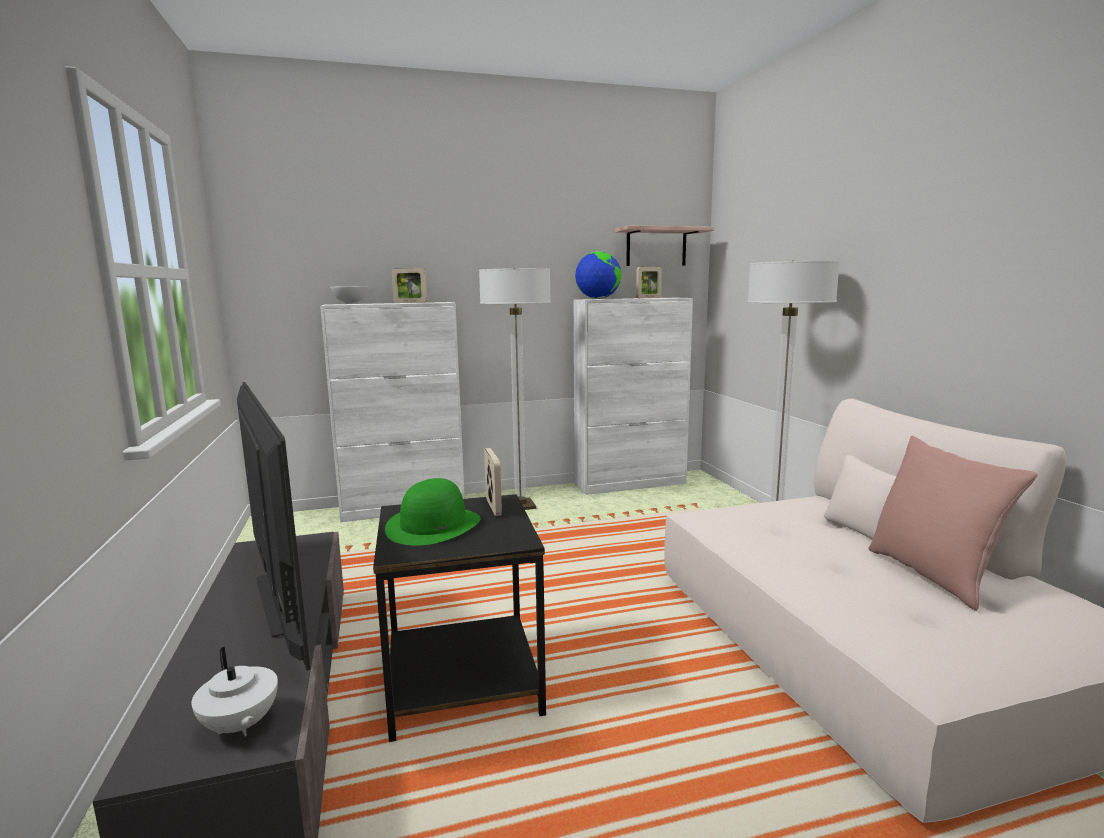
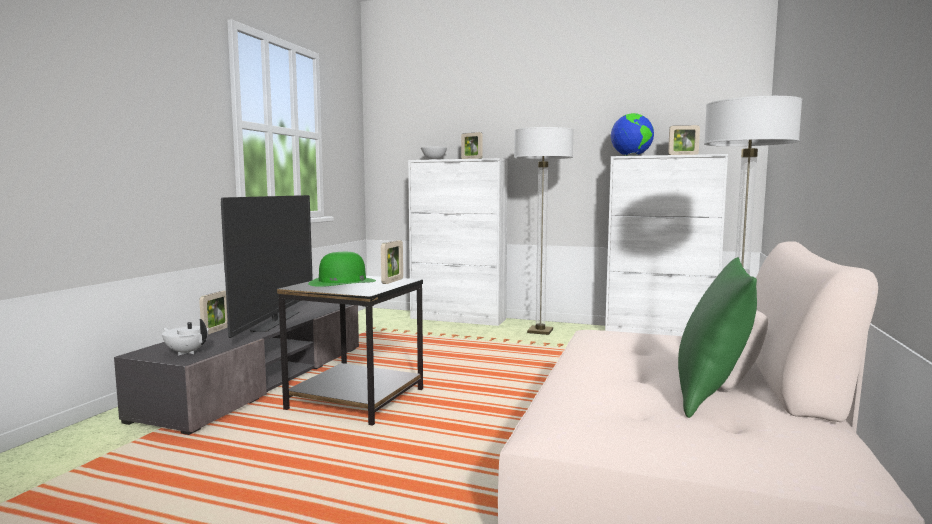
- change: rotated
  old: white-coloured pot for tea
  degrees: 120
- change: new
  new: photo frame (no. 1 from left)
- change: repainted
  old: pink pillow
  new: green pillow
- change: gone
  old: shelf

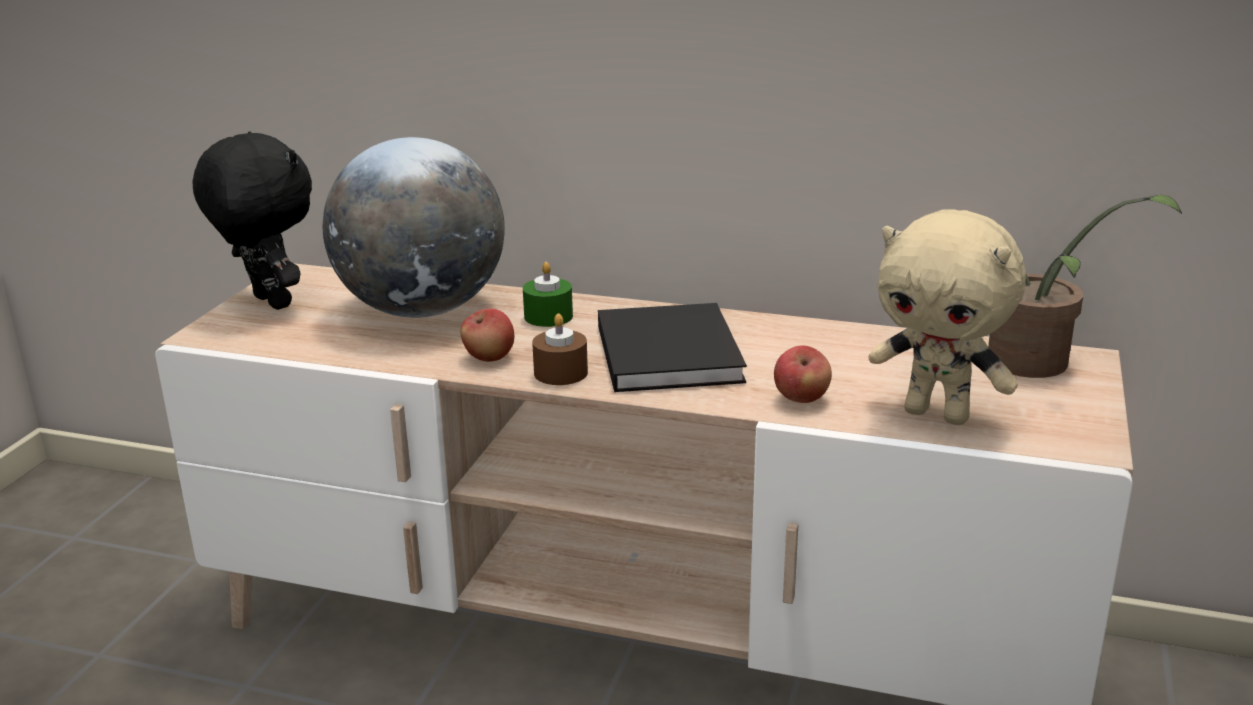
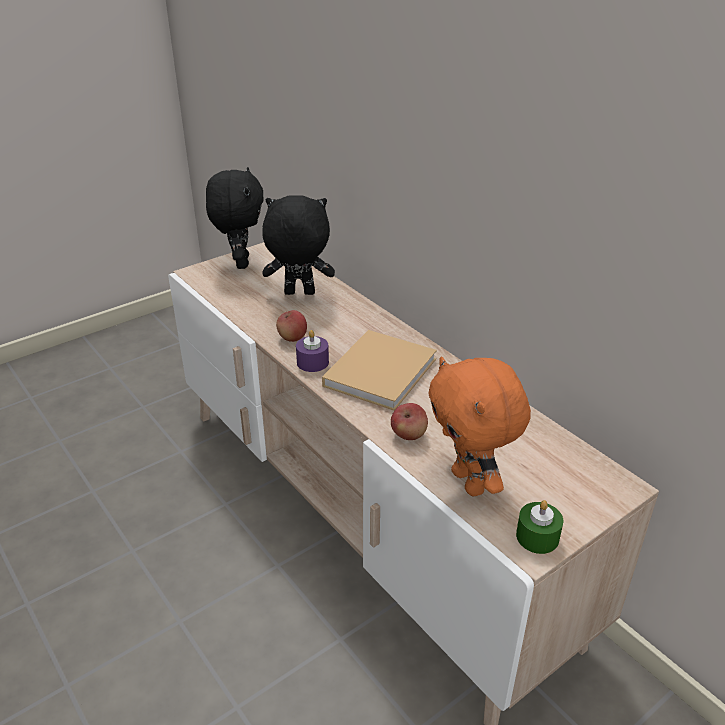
- change: swapped
  old: desk globe
  new: black soft toy (no. 2 from left)
- change: repainted
  old: brown wax candle
  new: purple wax candle
- change: repainted
  old: black book
  new: beige-coloured book
- change: repainted
  old: beige-coloured soft toy
  new: orange-coloured soft toy
- change: shifted
  old: green wax candle
- change: gone
  old: potted plant

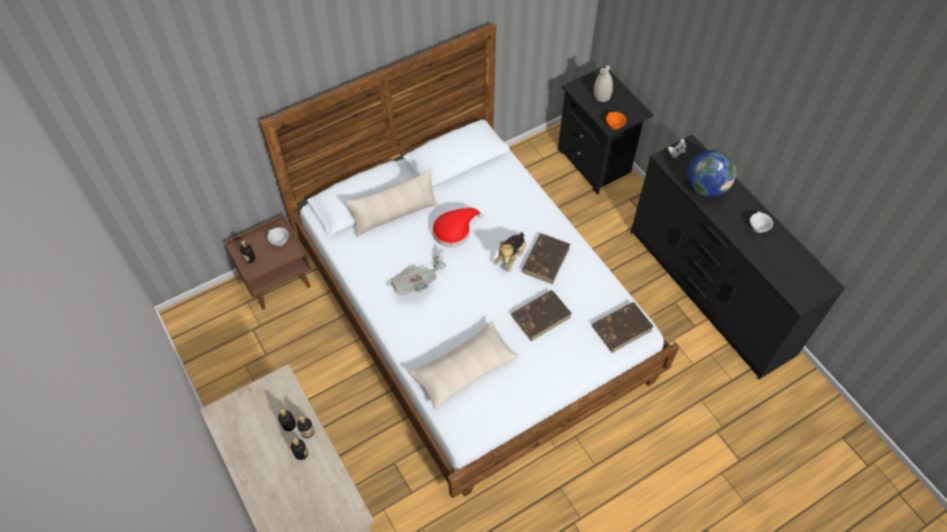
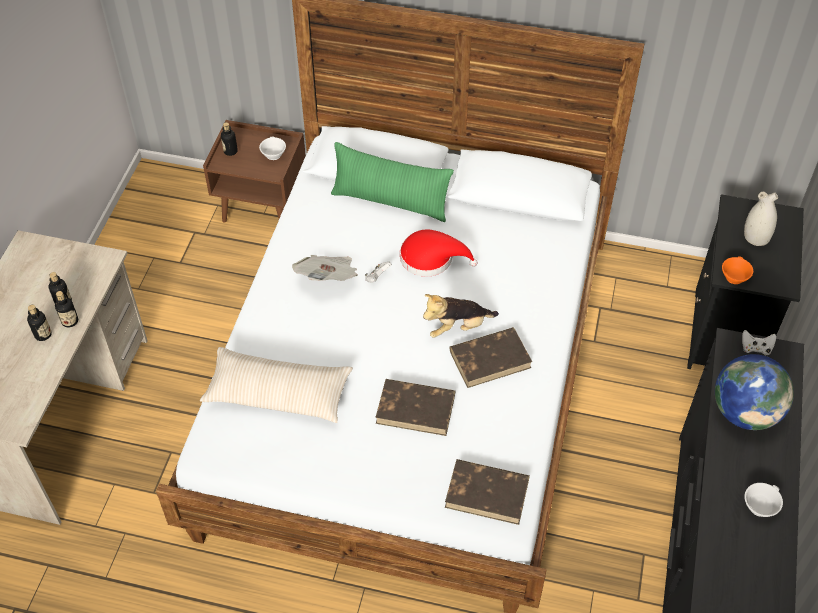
- change: repainted
  old: beige-coloured pillow (no. 1 from left)
  new: green pillow

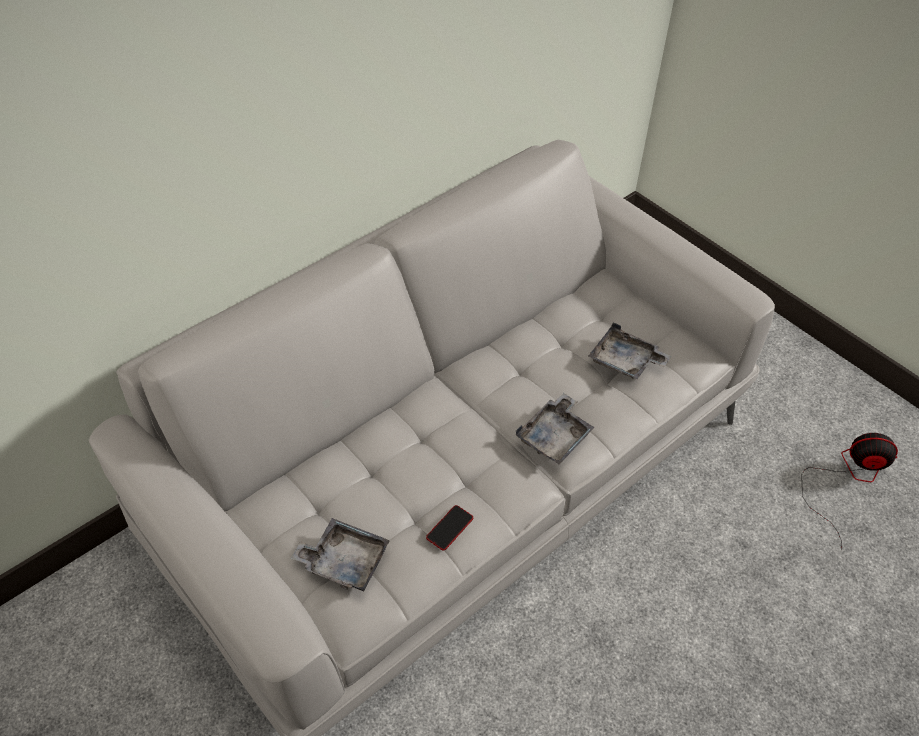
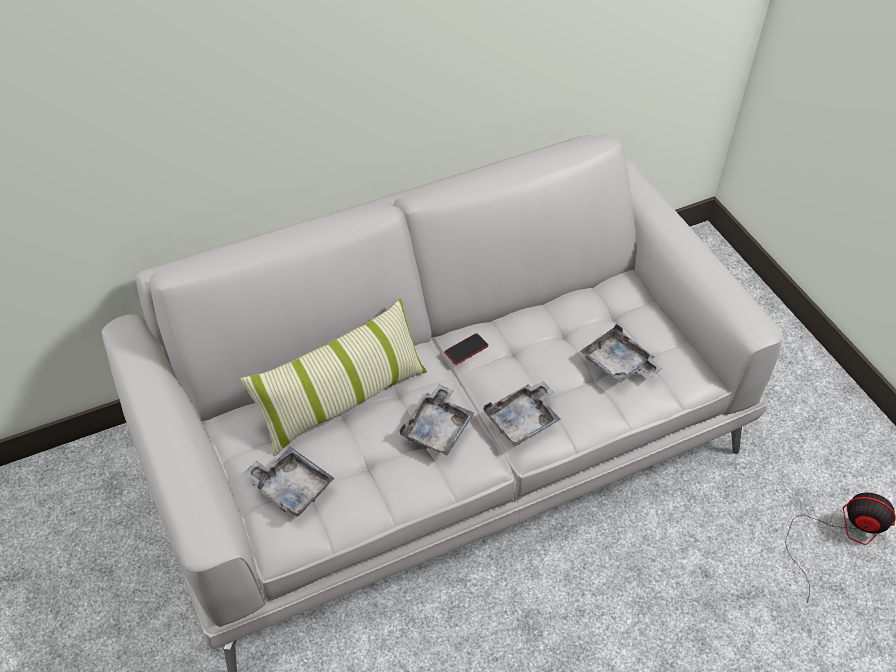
- change: new
  new: pillow
- change: new
  new: grey tray (no. 2 from left)
- change: shifted
  old: handset

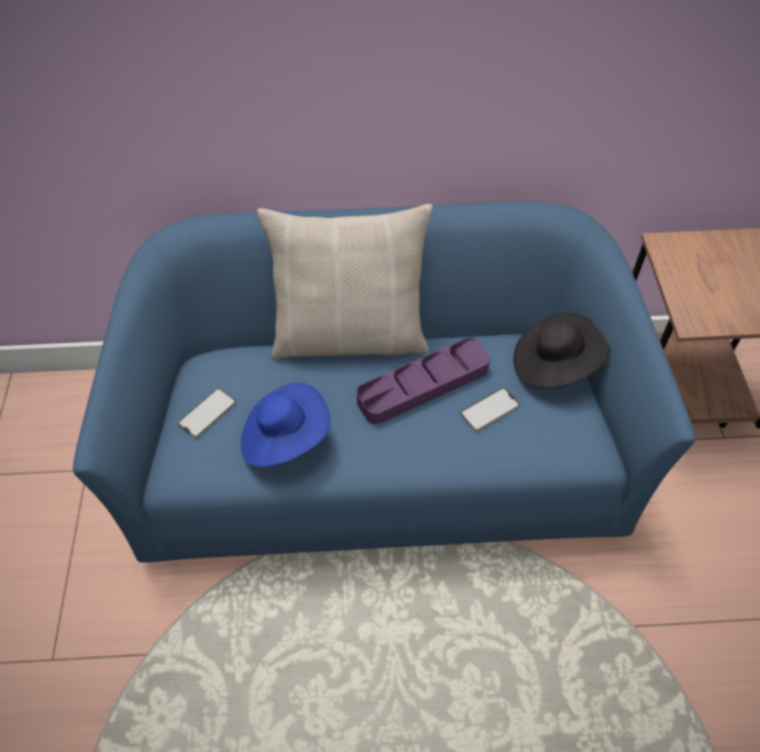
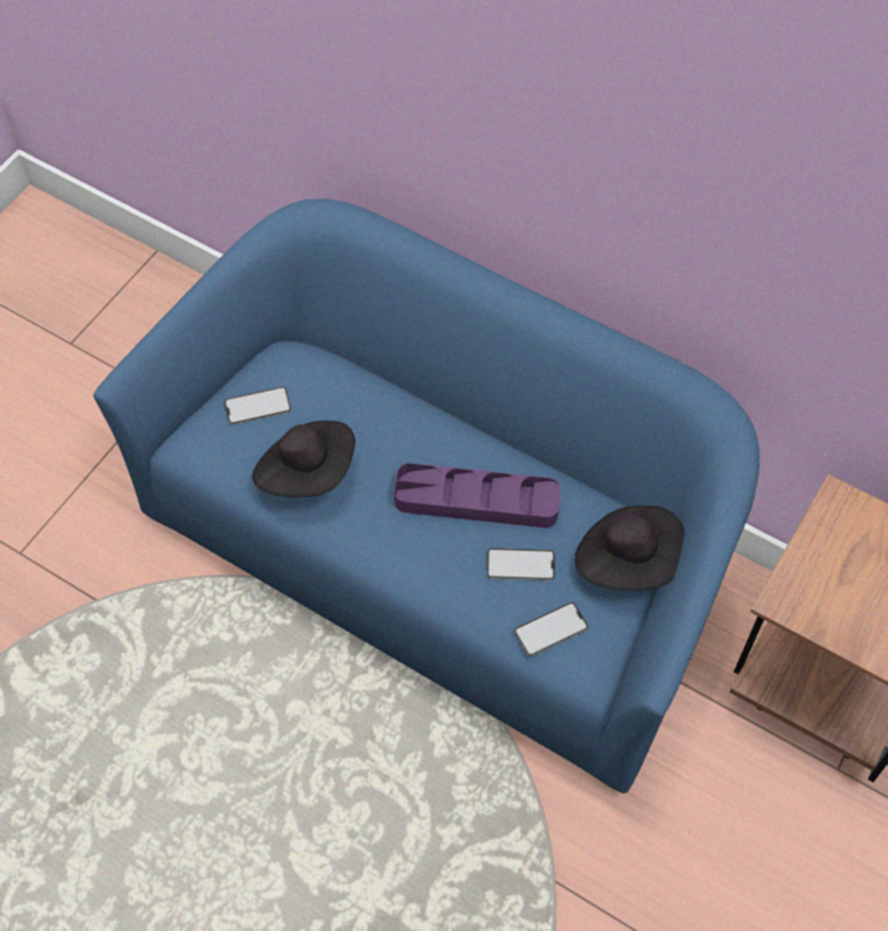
- change: repainted
  old: blue-coloured clothing hat
  new: black clothing hat (no. 1 from left)
- change: new
  new: handset (no. 3 from left)
- change: gone
  old: beige-coloured pillow

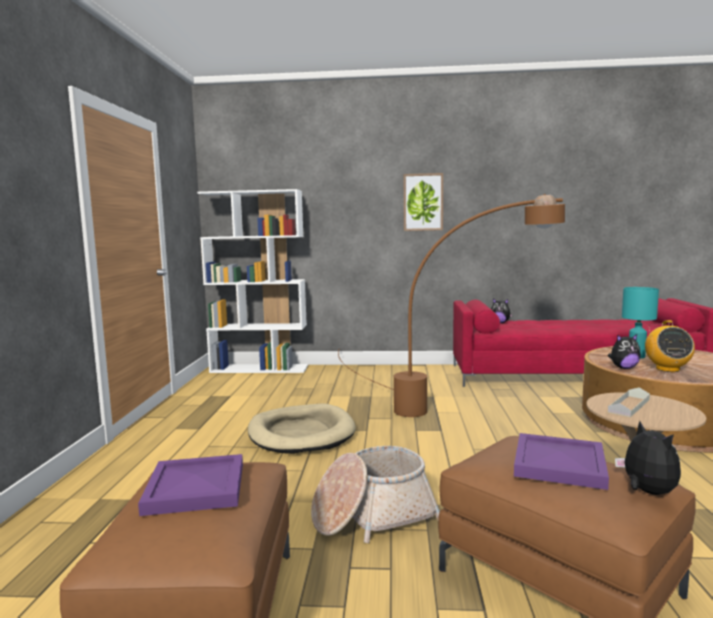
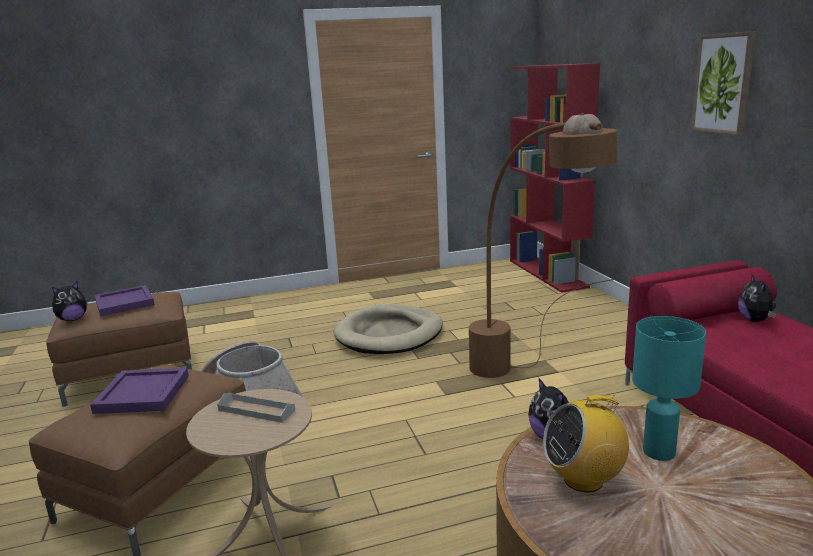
- change: shifted
  old: soft toy (no. 3 from left in the first image)
  new: soft toy (no. 1 from left)
- change: repainted
  old: white-coloured shelving unit
  new: reddish shelving unit

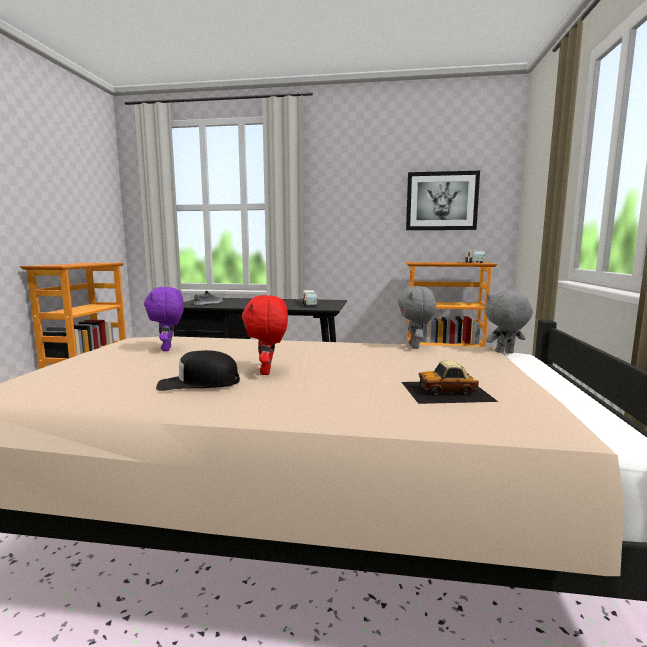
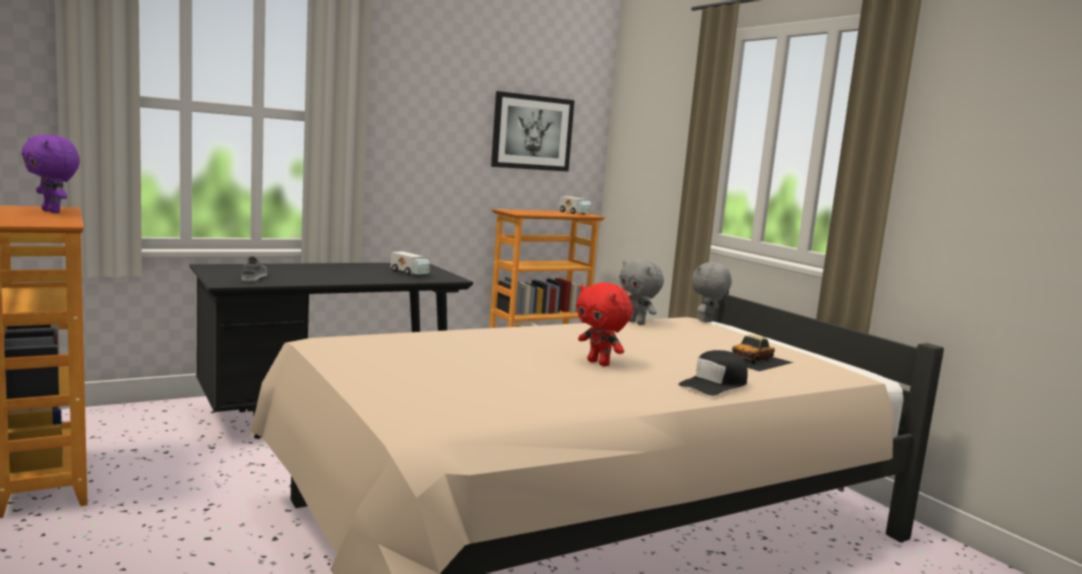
- change: shifted
  old: purple soft toy
- change: shifted
  old: black peaked cap

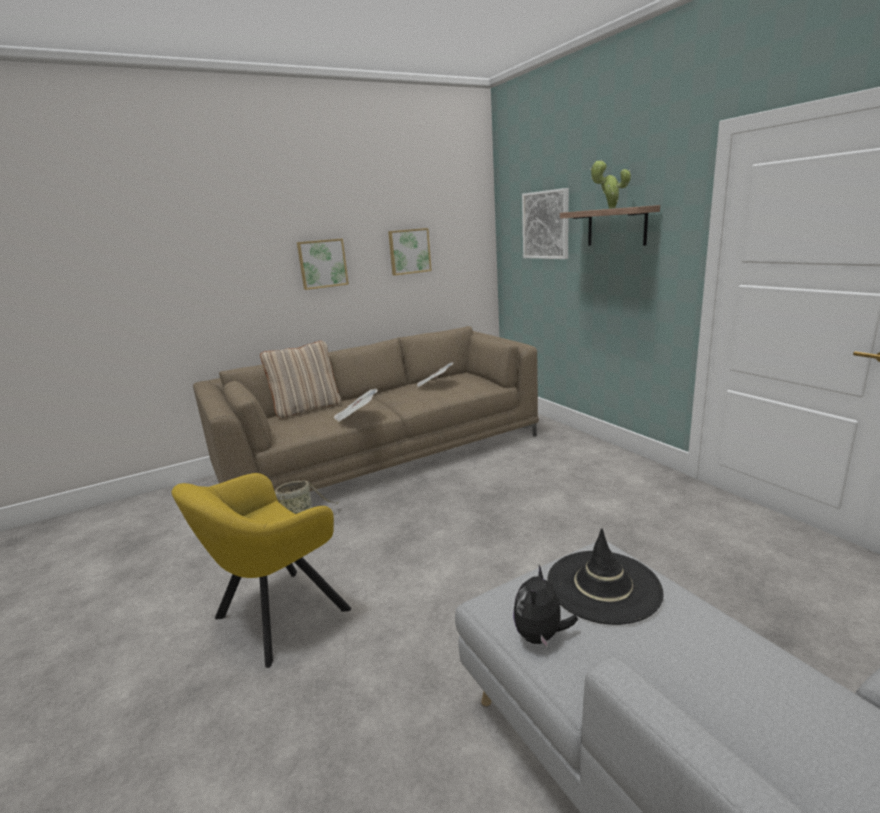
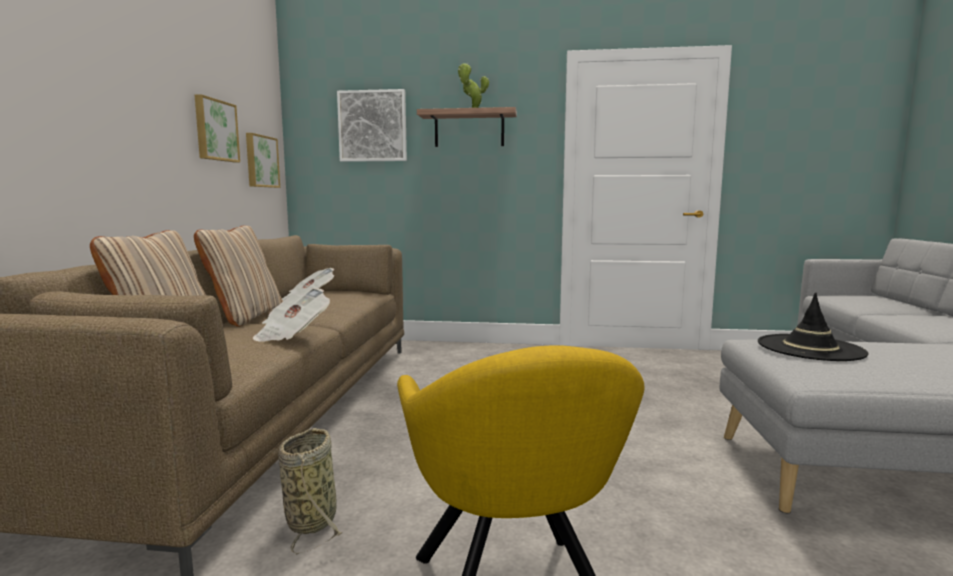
- change: new
  new: beige-coloured pillow (no. 2 from left)
- change: shifted
  old: picture (no. 1 from left in the first image)
  new: picture (no. 2 from left)
- change: gone
  old: soft toy

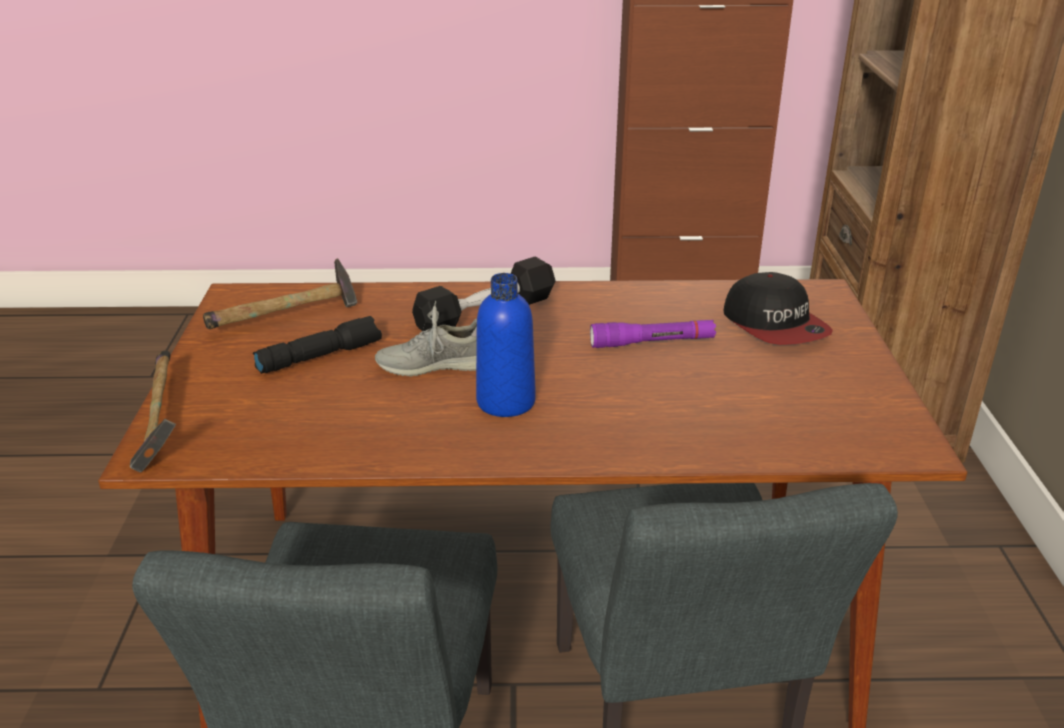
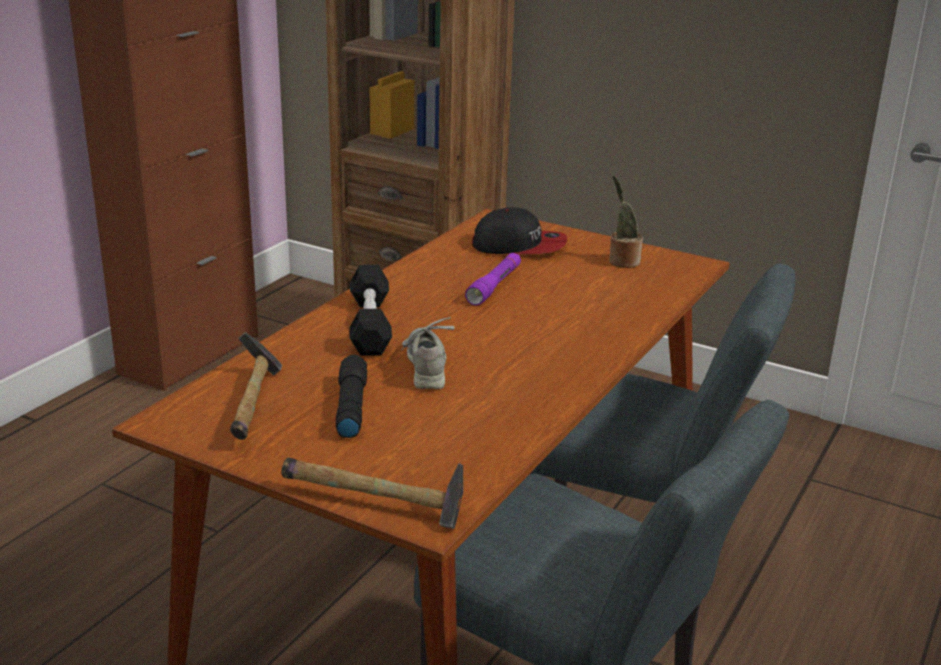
- change: rotated
  old: grey low shoe
  degrees: 150
- change: new
  new: potted plant
- change: gone
  old: blue-coloured bottle

